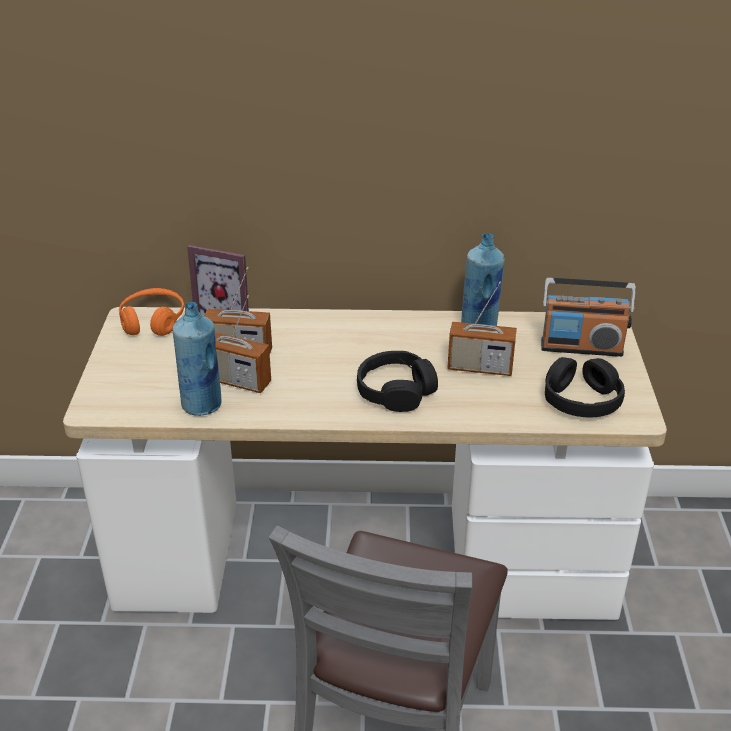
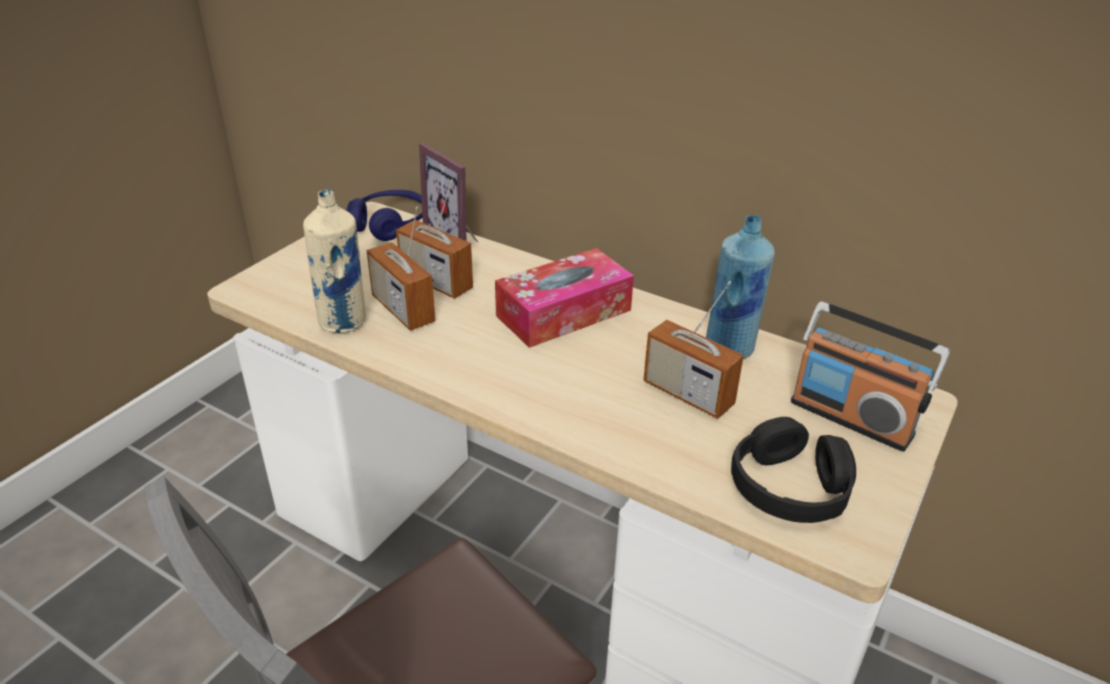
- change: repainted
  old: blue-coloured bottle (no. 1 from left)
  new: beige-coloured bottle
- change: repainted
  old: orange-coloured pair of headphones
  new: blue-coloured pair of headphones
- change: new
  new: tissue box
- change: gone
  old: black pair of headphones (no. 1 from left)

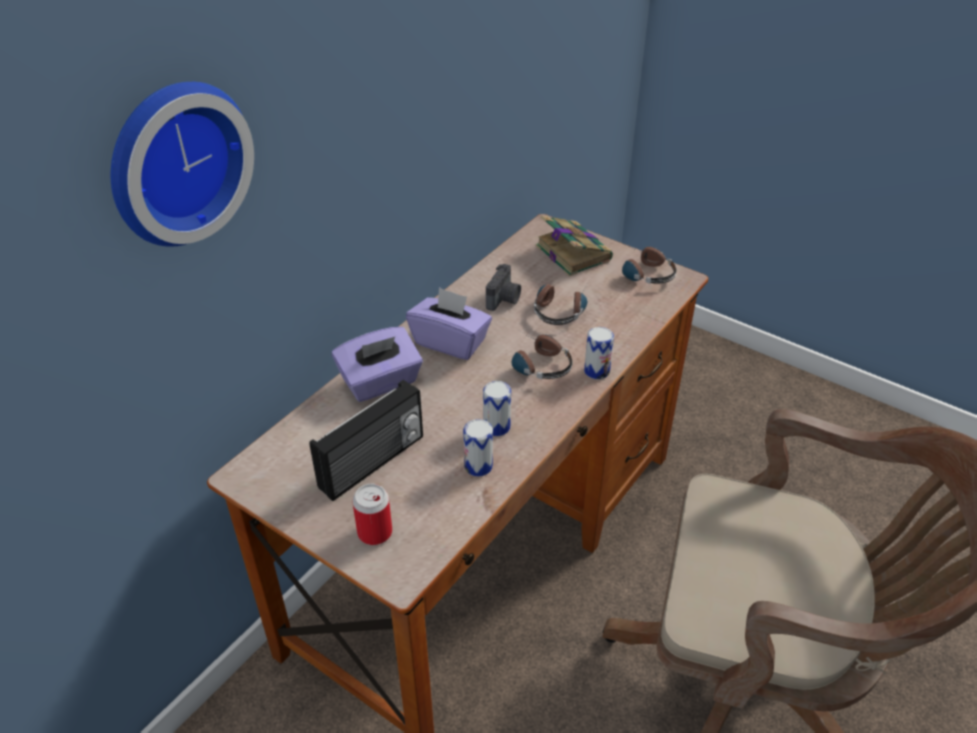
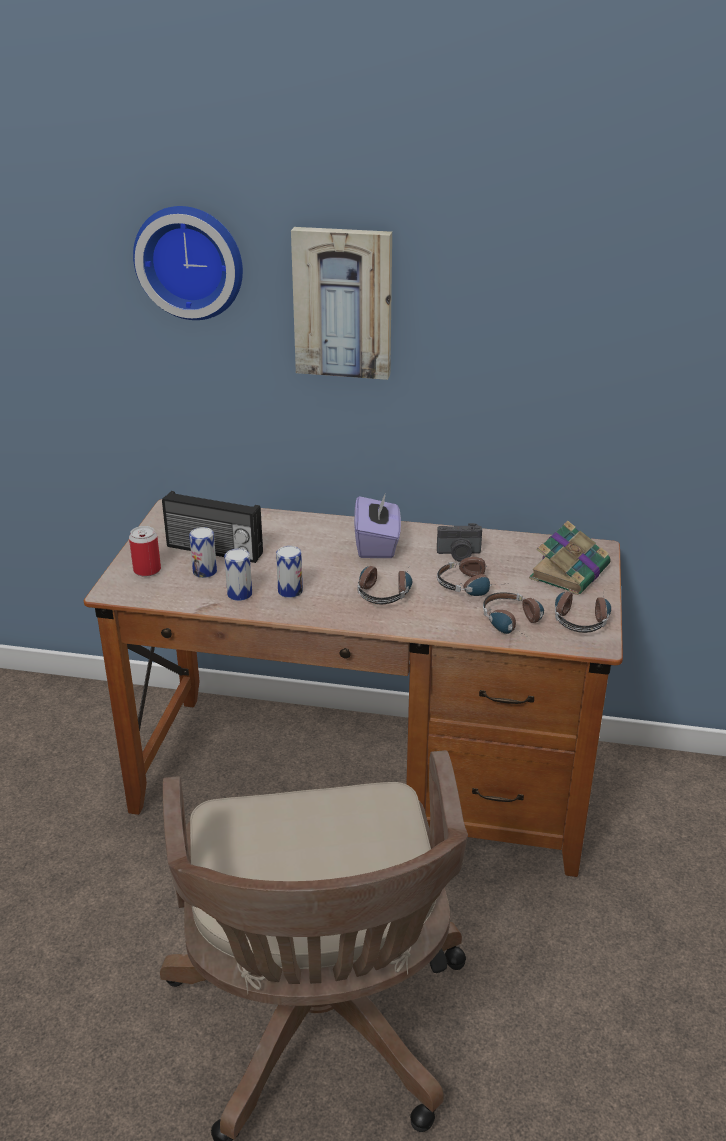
- change: shifted
  old: metal can (no. 4 from left in the first image)
  new: metal can (no. 2 from left)
- change: new
  new: picture
- change: new
  new: pair of headphones (no. 3 from left)
- change: gone
  old: purple tissue box (no. 1 from left)

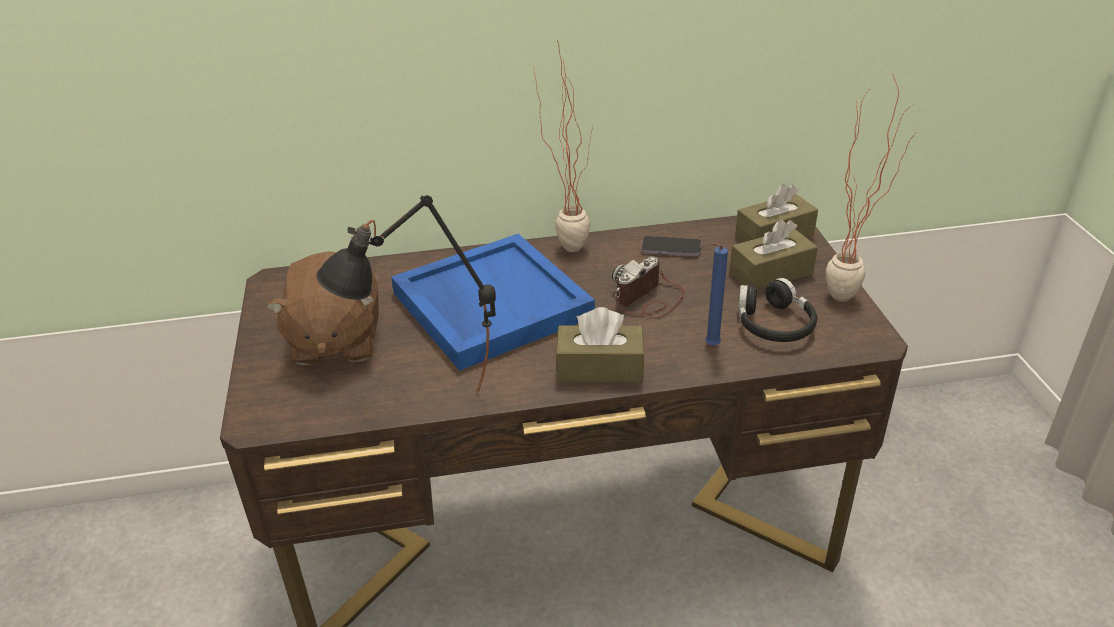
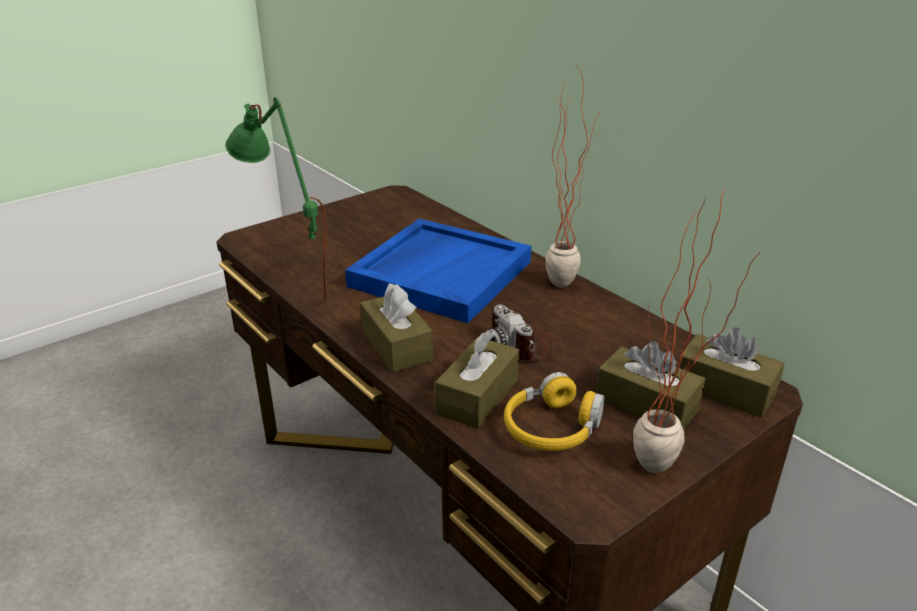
- change: repainted
  old: black tabletop lamp
  new: green tabletop lamp
- change: swapped
  old: blue-coloured wax candle
  new: brown tissue box (no. 2 from left)
- change: rotated
  old: still camera
  degrees: -135
- change: repainted
  old: black pair of headphones
  new: yellow pair of headphones
- change: gone
  old: brown soft toy
- change: gone
  old: handset

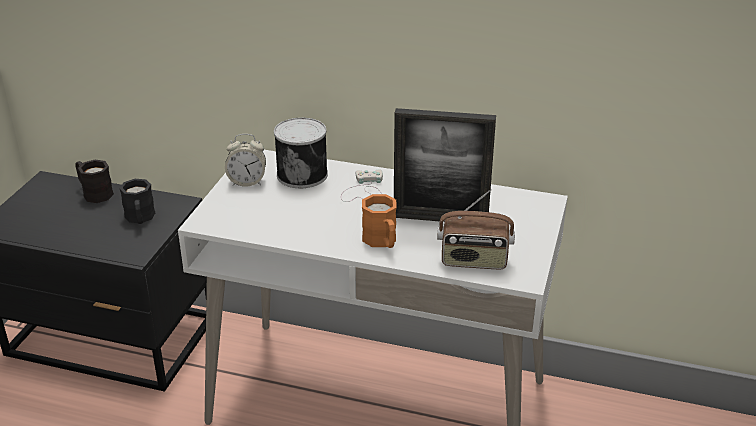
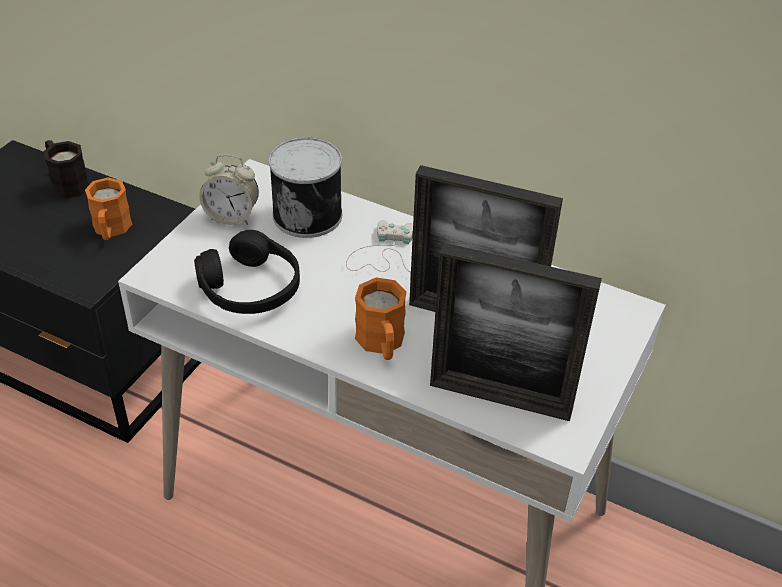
- change: repainted
  old: black tea mug (no. 2 from left)
  new: orange-coloured tea mug (no. 1 from left)
- change: new
  new: black pair of headphones
- change: swapped
  old: radio receiver
  new: photo frame (no. 2 from left)

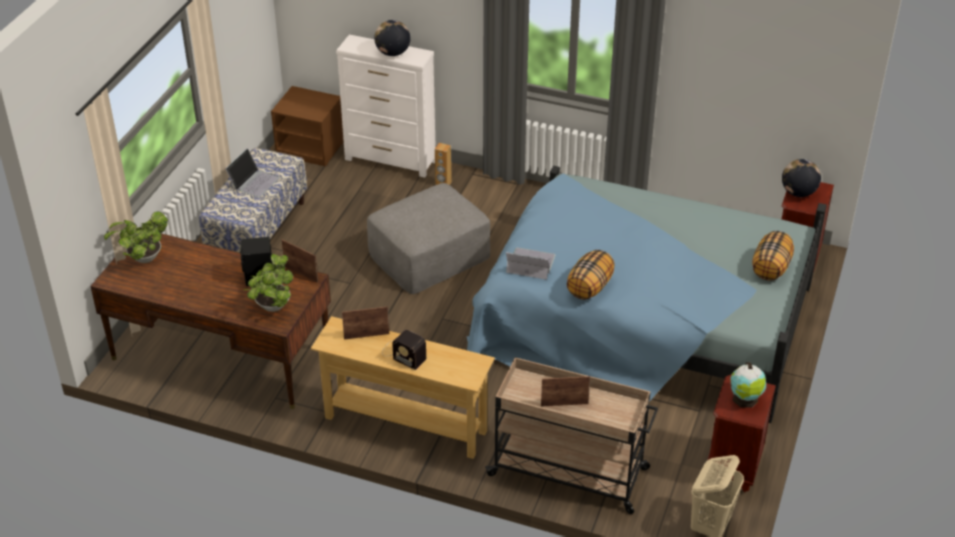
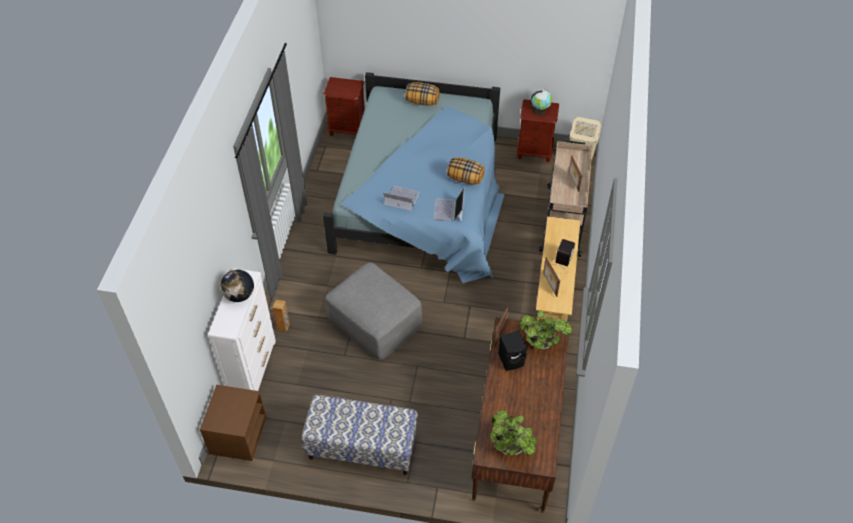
- change: shifted
  old: portable computer (no. 1 from left)
- change: gone
  old: desk globe (no. 3 from left)

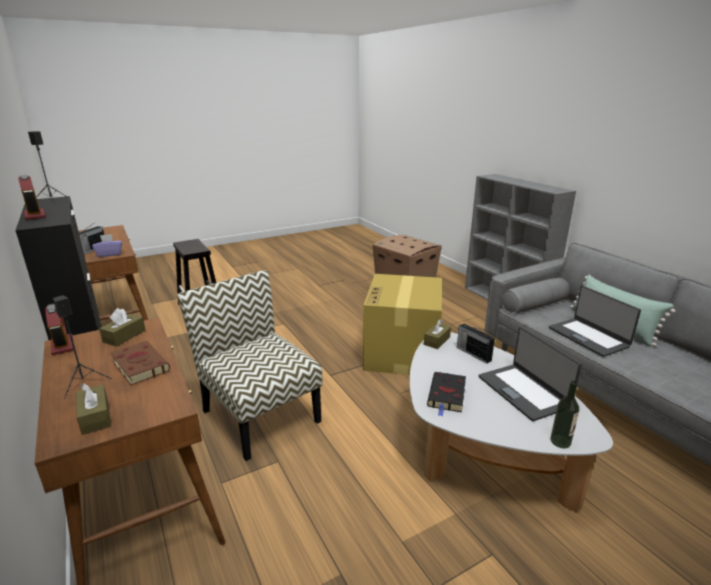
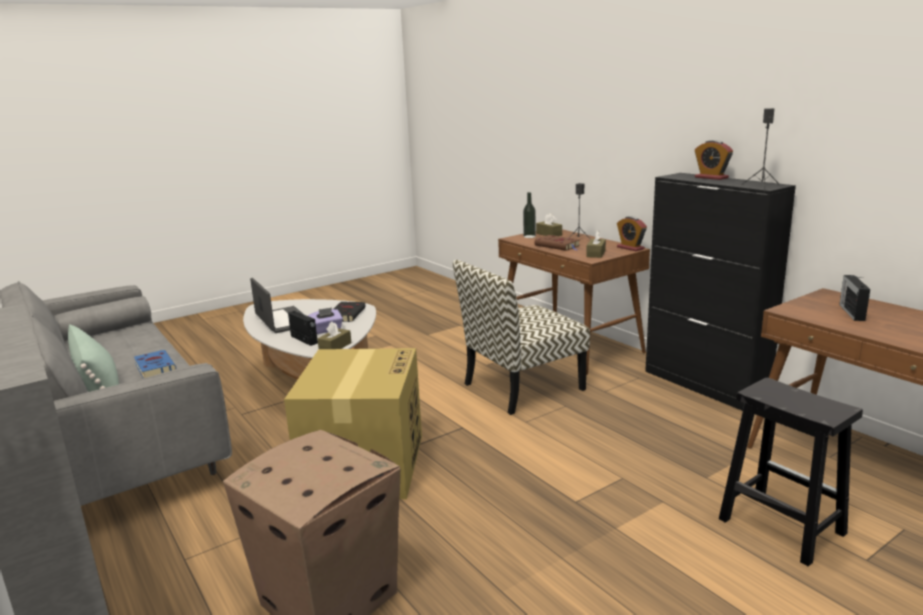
- change: swapped
  old: portable computer (no. 2 from left)
  new: blue-coloured book
- change: shifted
  old: purple tissue box
- change: rotated
  old: plain chair
  degrees: 105
- change: shifted
  old: bottle

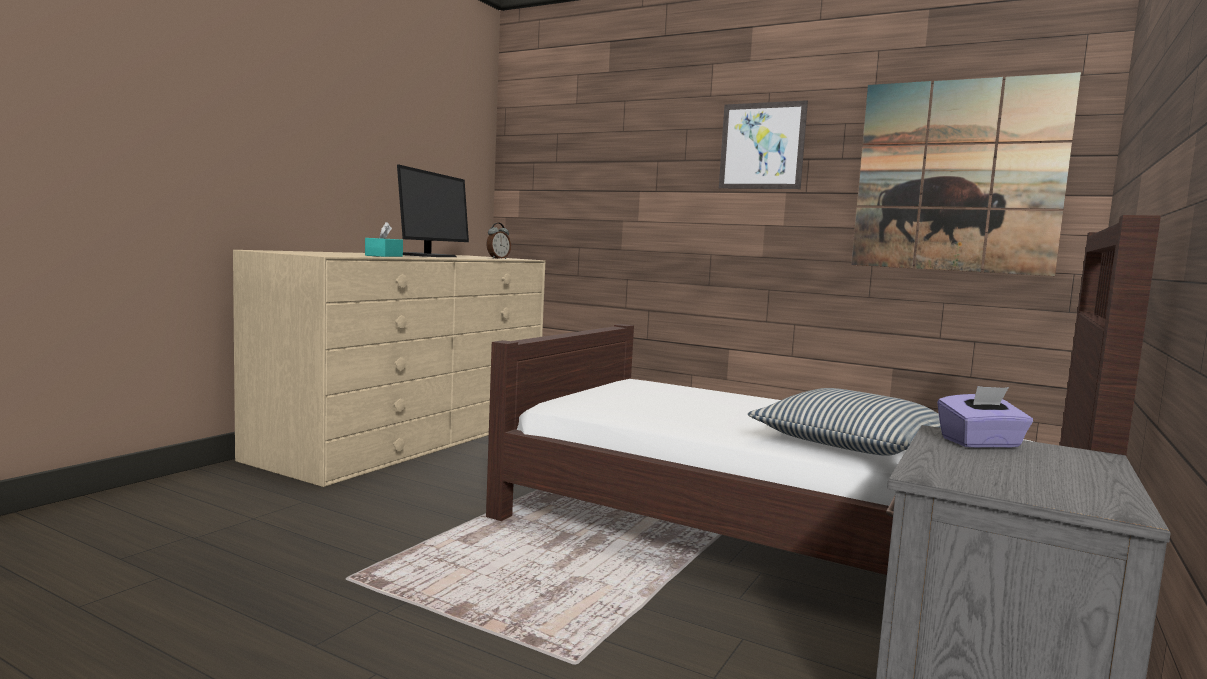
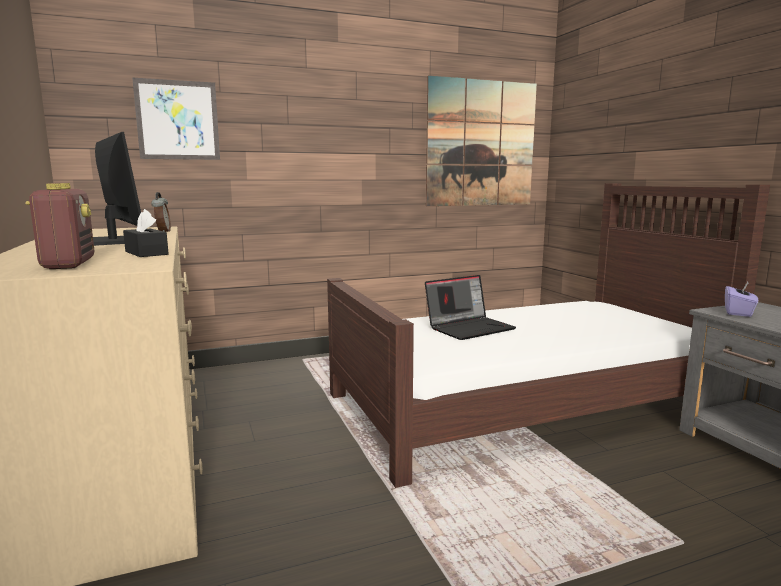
- change: new
  new: radio receiver
- change: repainted
  old: turquoise-coloured tissue box
  new: black tissue box
- change: shifted
  old: picture (no. 1 from left)
- change: new
  new: portable computer
- change: gone
  old: pillow

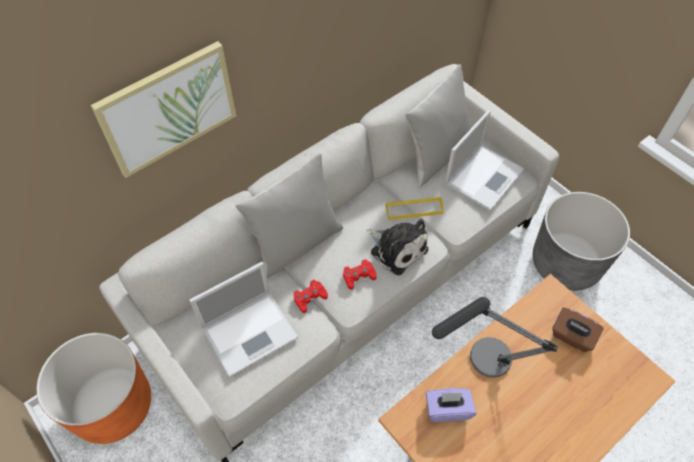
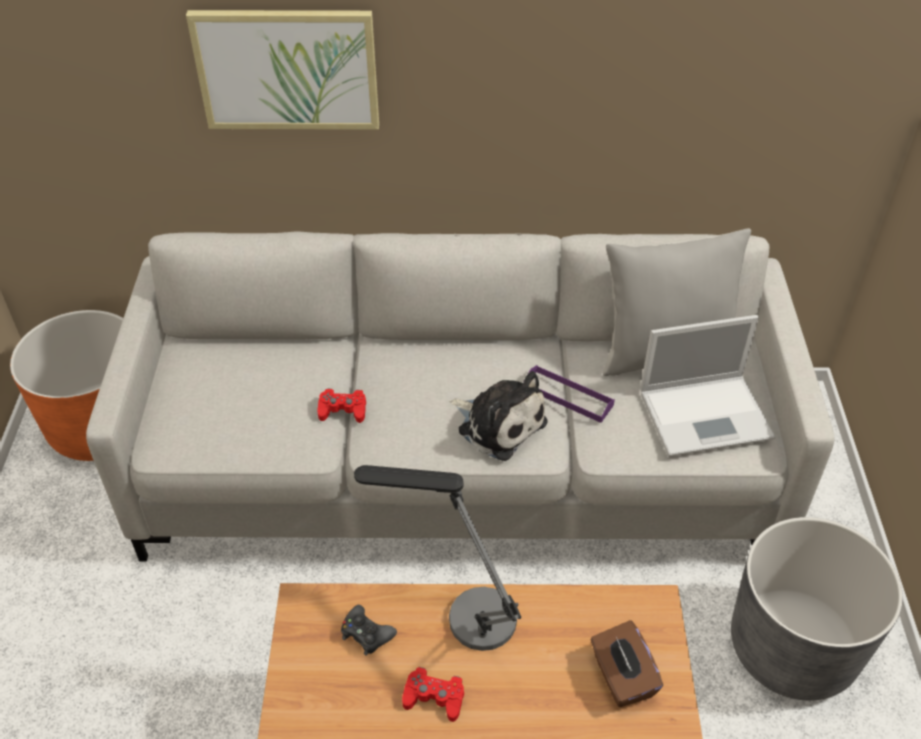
- change: swapped
  old: purple tissue box
  new: black gamepad
- change: shifted
  old: reddish gamepad (no. 2 from left)
- change: rotated
  old: soft toy
  degrees: -45
- change: repainted
  old: yellow tray
  new: purple tray
- change: gone
  old: portable computer (no. 1 from left)
- change: gone
  old: grey pillow (no. 1 from left)

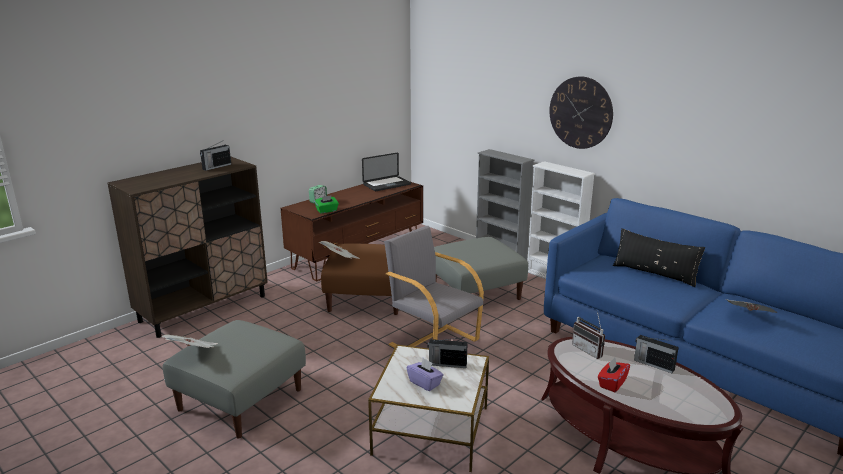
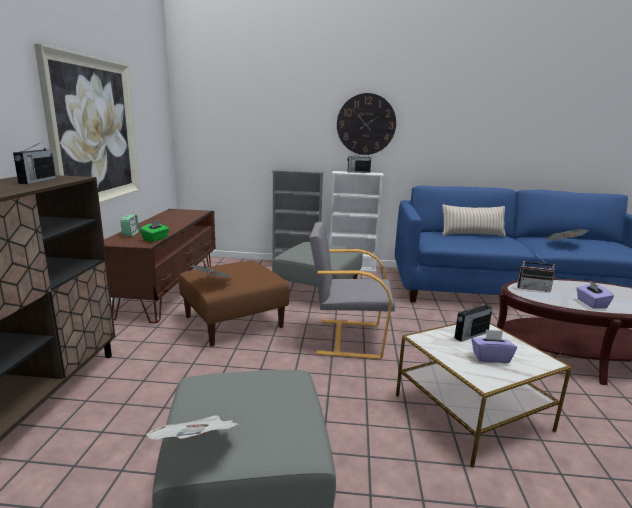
- change: new
  new: picture
- change: shifted
  old: radio receiver (no. 4 from left in the first image)
  new: radio receiver (no. 2 from left)
- change: repainted
  old: black pillow
  new: beige-coloured pillow
- change: repainted
  old: reddish tissue box
  new: purple tissue box (no. 2 from left)
- change: gone
  old: portable computer

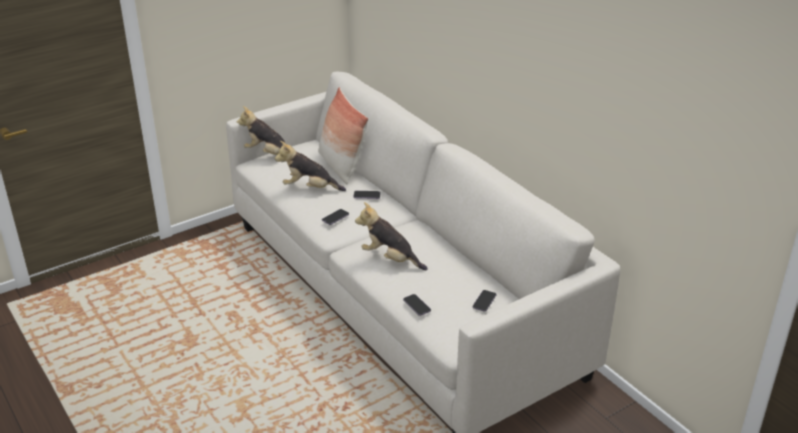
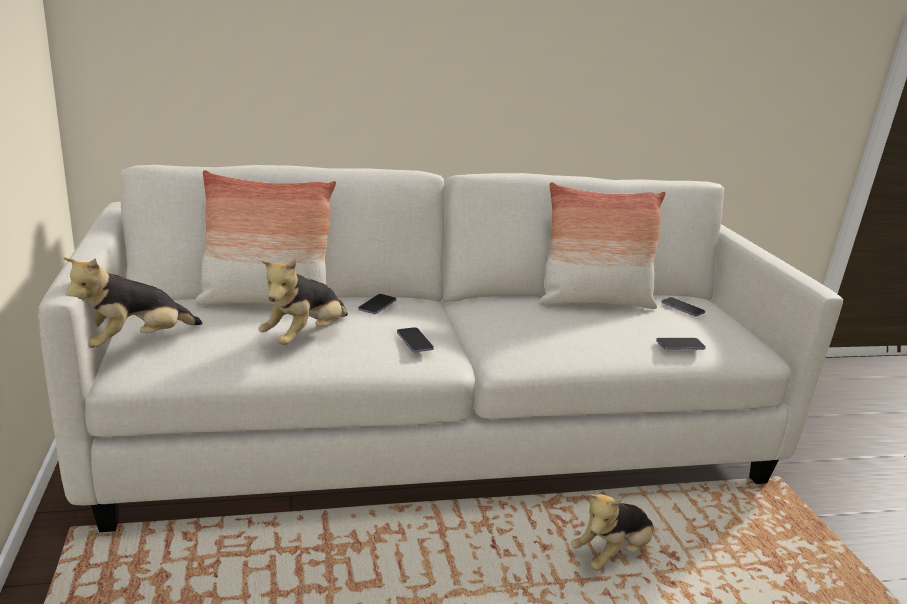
- change: new
  new: pillow (no. 2 from left)
- change: shifted
  old: soft toy (no. 3 from left)

